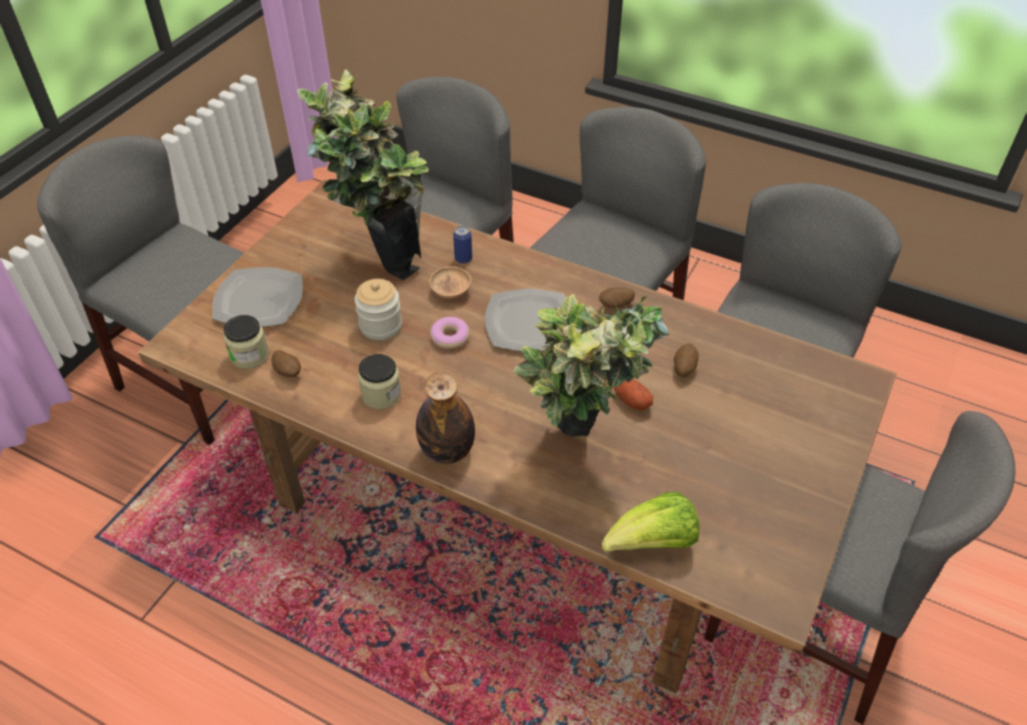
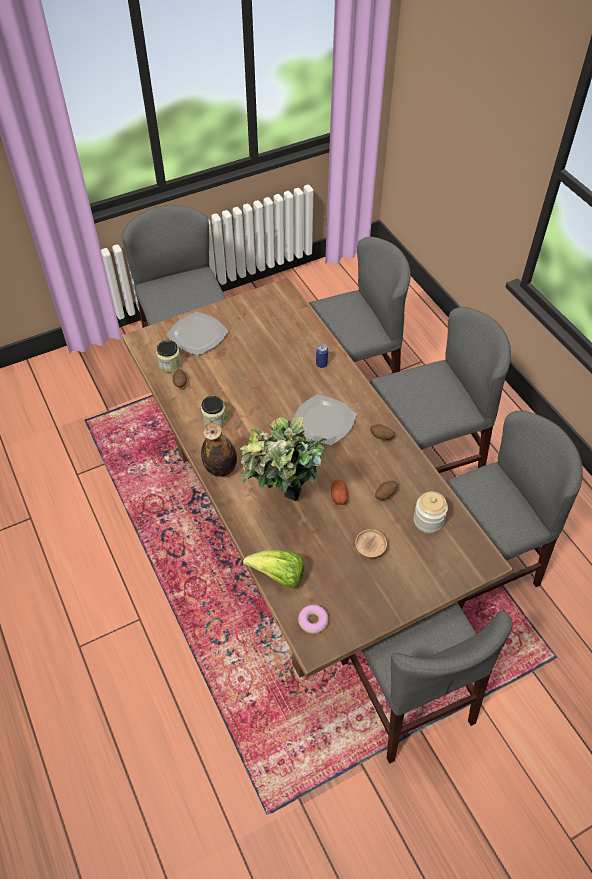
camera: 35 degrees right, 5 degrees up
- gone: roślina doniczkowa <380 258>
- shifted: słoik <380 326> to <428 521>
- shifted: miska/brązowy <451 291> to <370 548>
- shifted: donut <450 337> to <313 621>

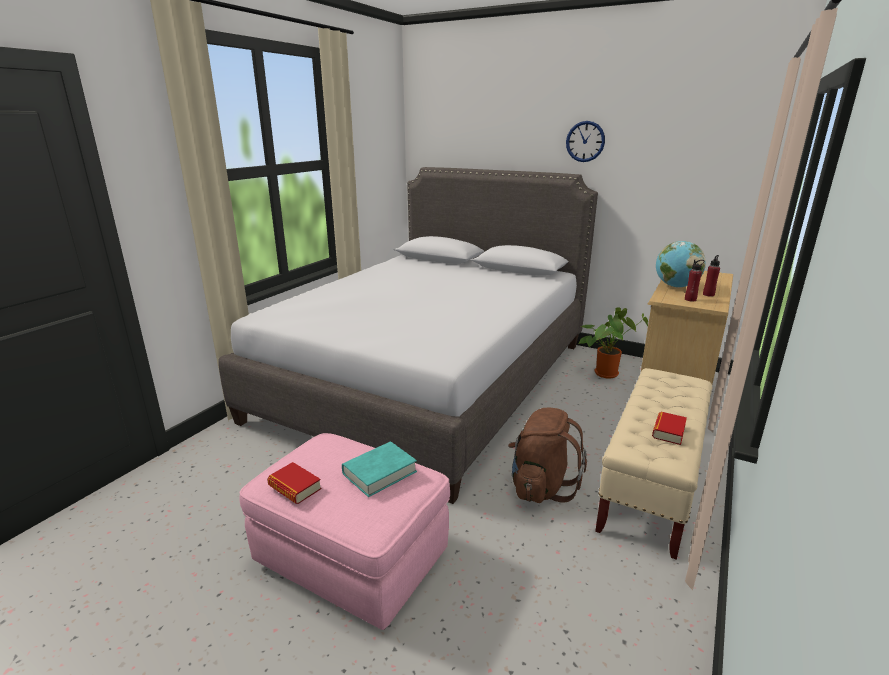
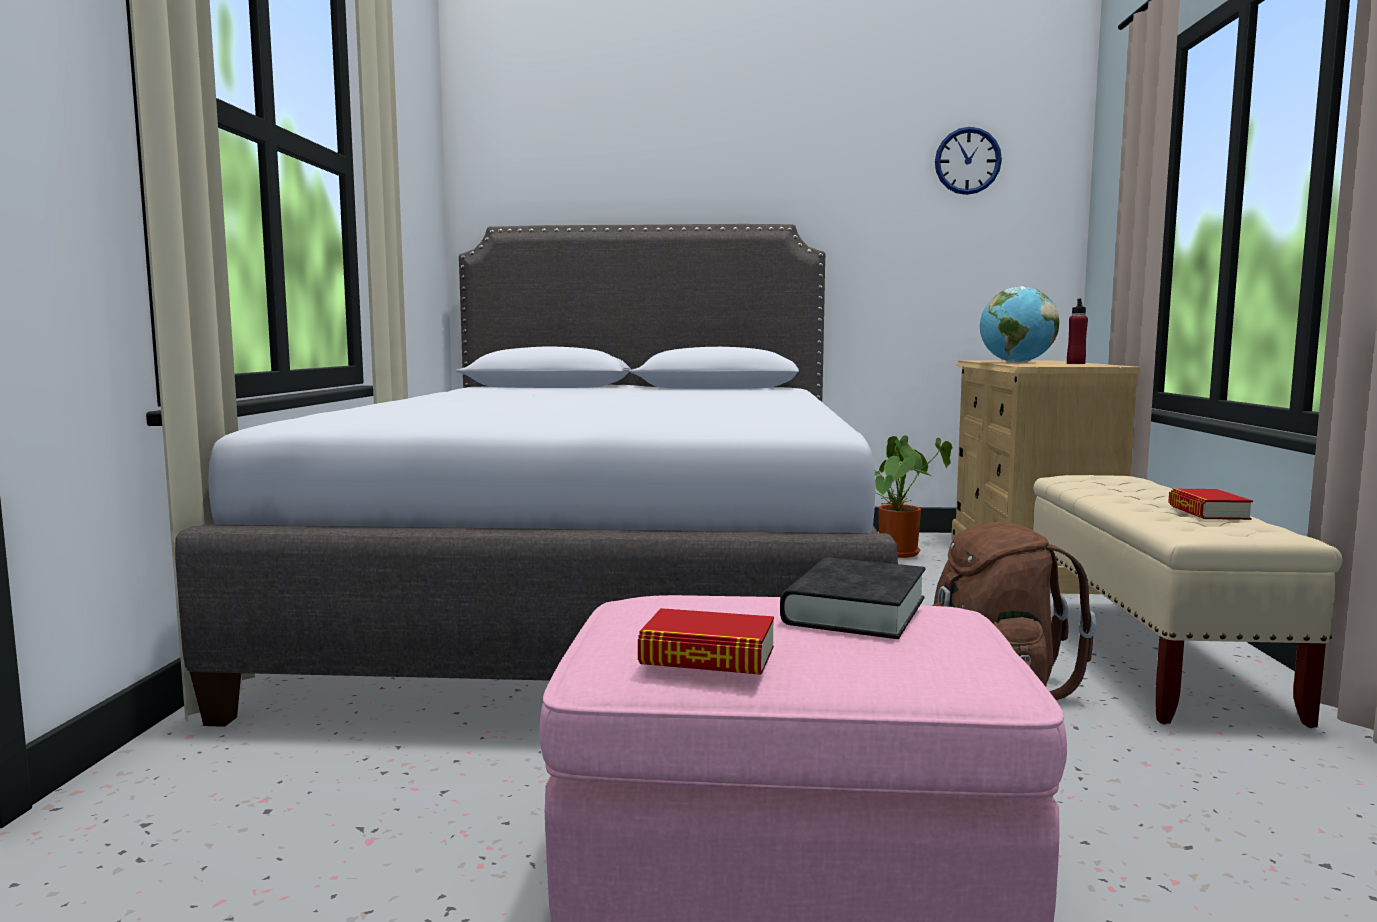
camera: 25 degrees left, 15 degrees down
- gone: butelka/czerwony <690 299>
- shifted: zegar ścienny <585 141> to <967 161>
- repainted: książka/turkusowy <379 473> to książka/czarny <855 611>

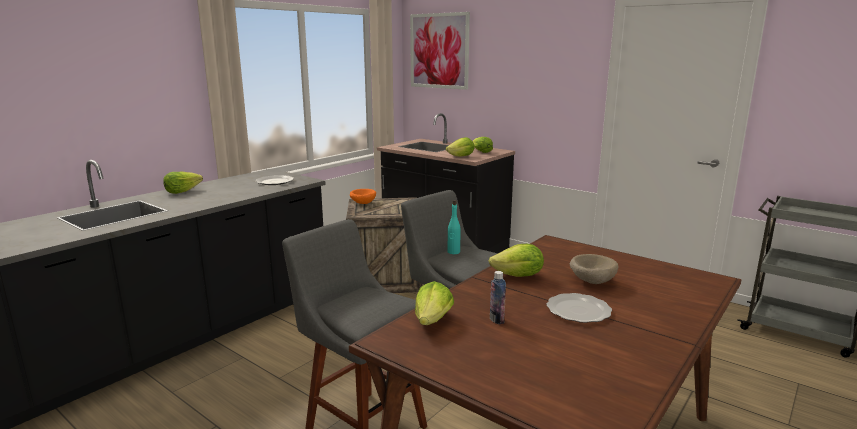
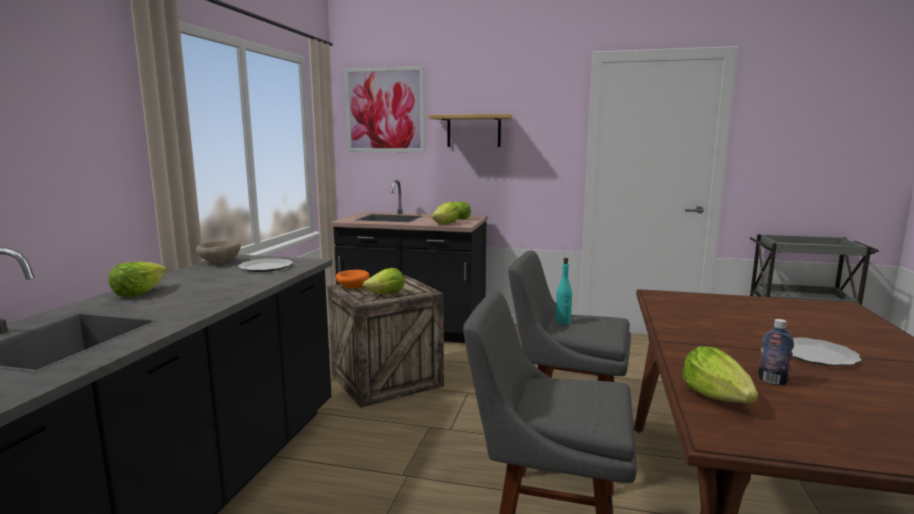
camera: 25 degrees left, 5 degrees down
- new: półka <473 131>
- shifted: sałata <518 276> to <386 294>
- shifted: miska/beżowy <591 281> to <218 262>

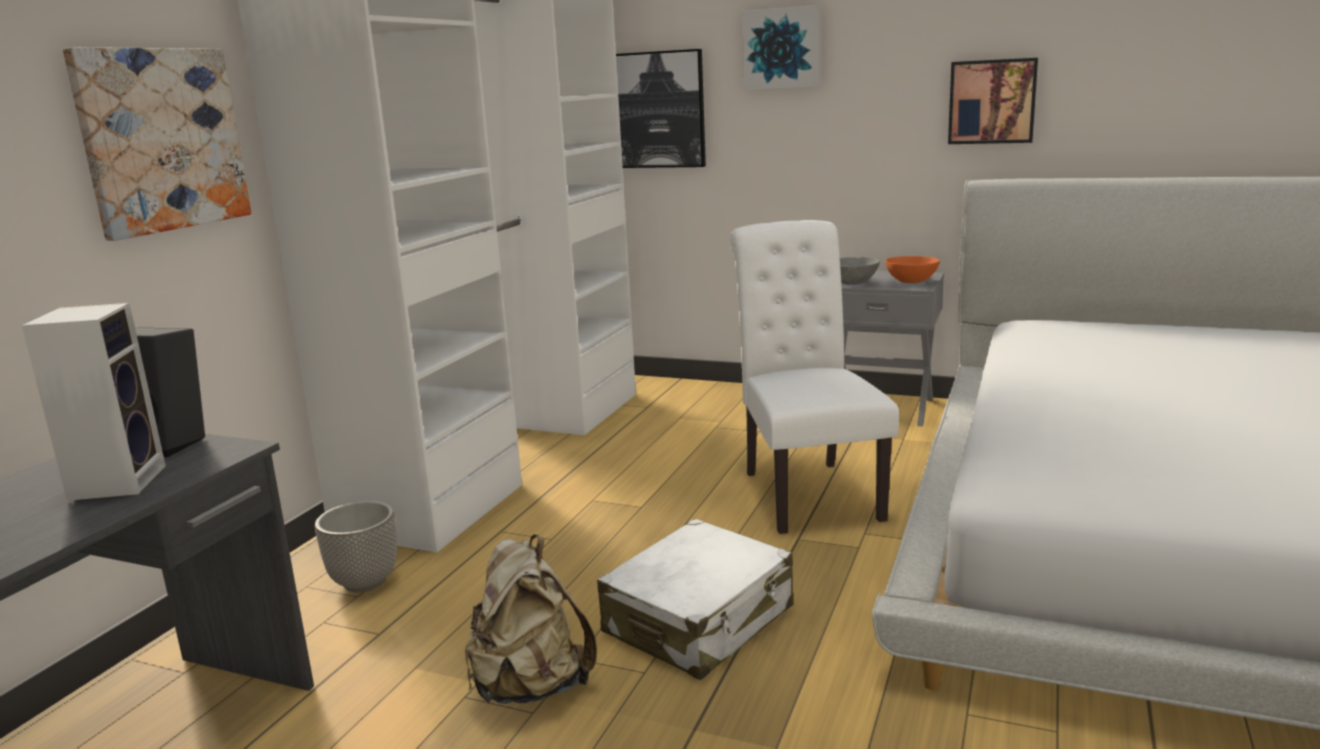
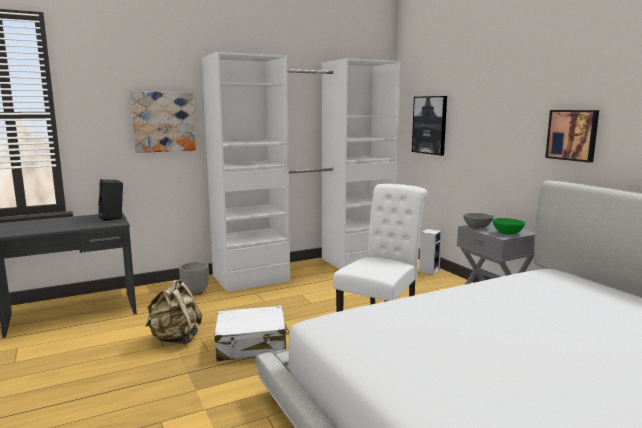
camera: 40 degrees right, 5 degrees down
- gone: obraz <782 48>
- shifted: głośnik <117 481> to <429 270>
- repainted: miska/pomarańczowy <911 281> to miska/zielony <507 233>

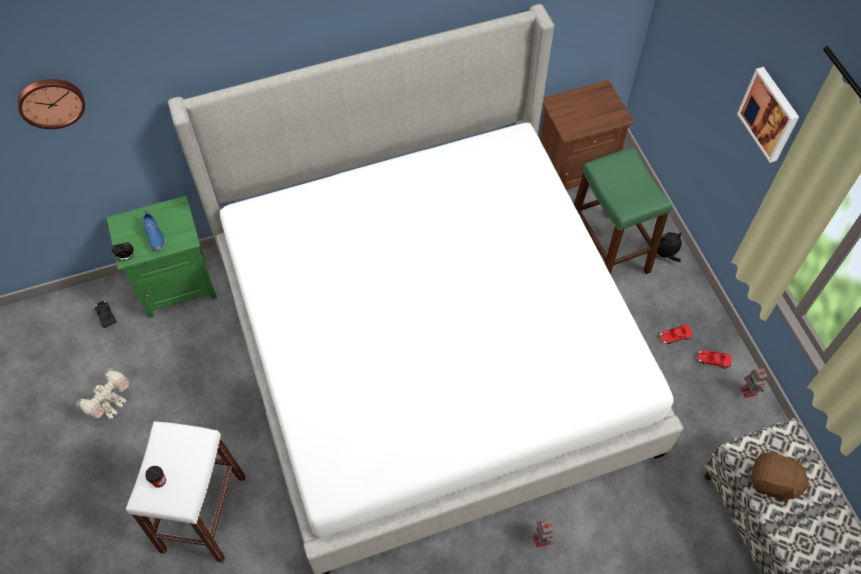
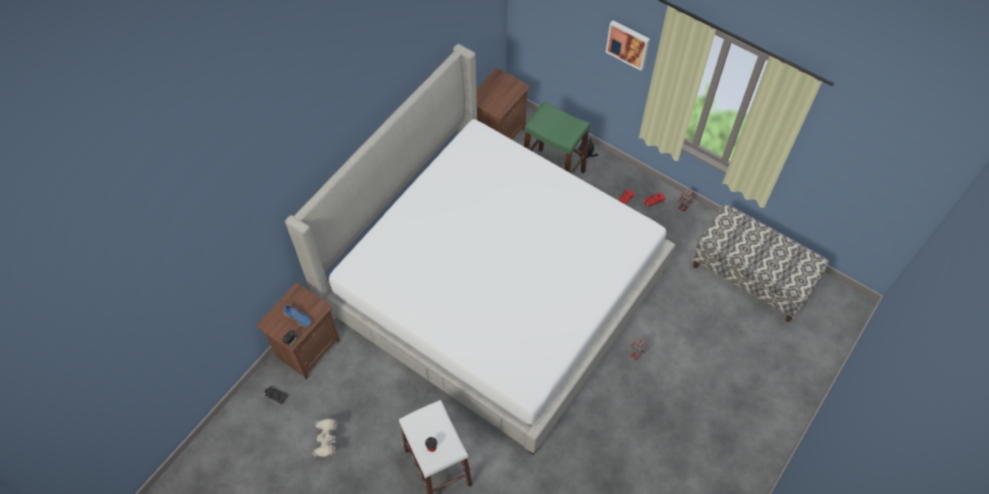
camera: 35 degrees left, 0 degrees up
- gone: zegar ścienny <51 101>
- gone: pluszak/brązowy <773 482>
- repainted: szafka nocna/zielony <177 285> to szafka nocna/brązowy <307 348>

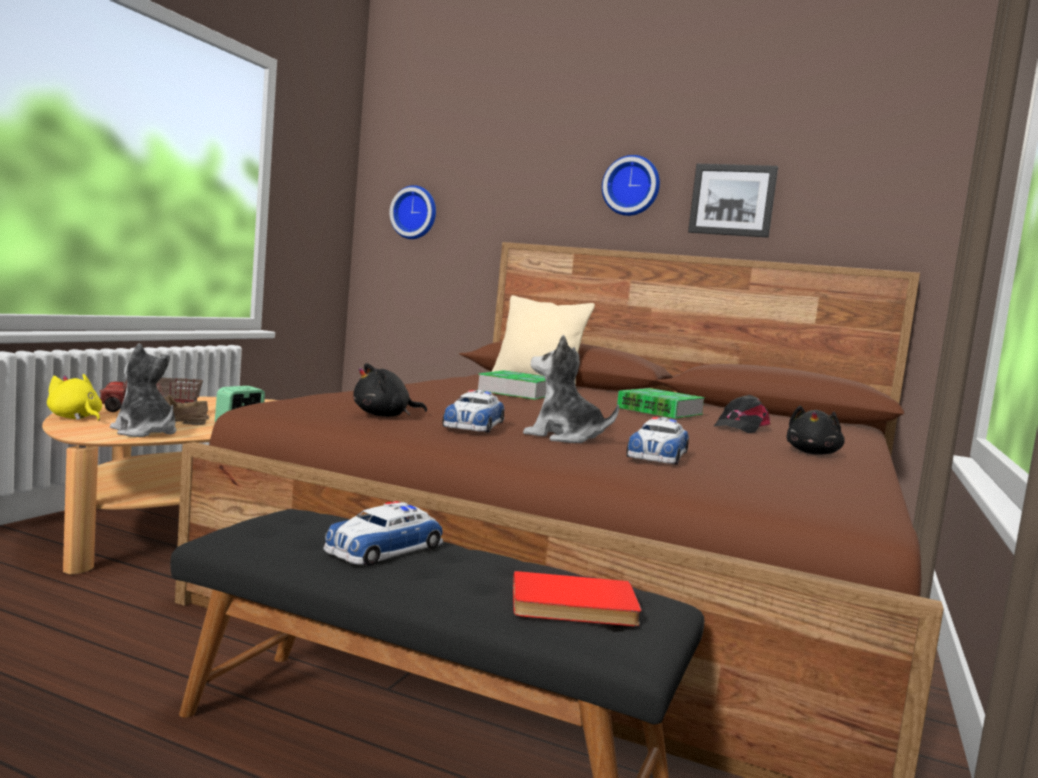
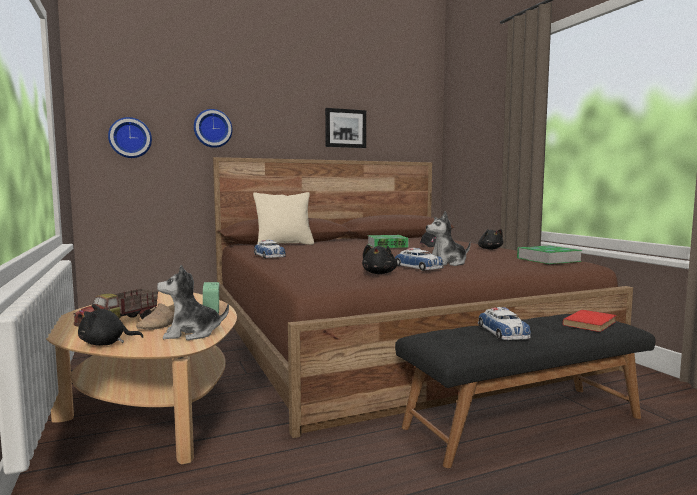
camera: 45 degrees left, 0 degrees up
- shifted: książka <518 392> to <548 259>
- shifted: zegar ścienny <631 186> to <212 128>
- shifted: samochodzik <657 455> to <269 255>
- repainted: pluszak/żółty <75 418> to pluszak/czarny <106 344>

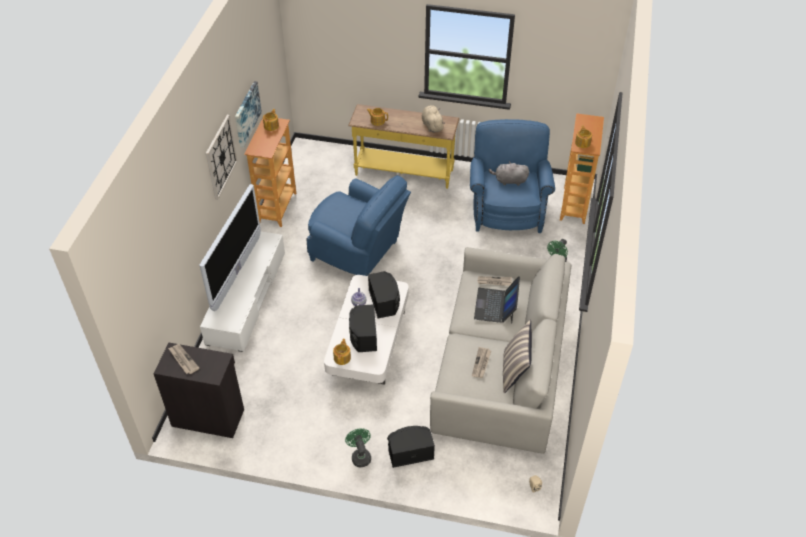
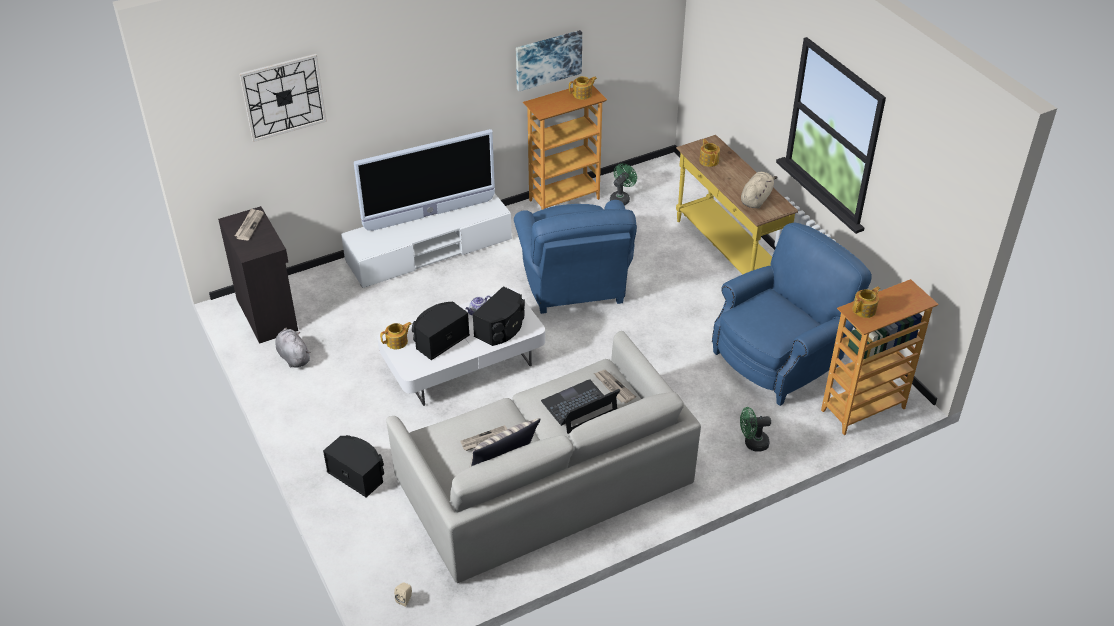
camera: 50 degrees right, 5 degrees down
- shifted: zegar ścienny <221 157> to <283 97>
- shifted: wentylator/zielony <360 456> to <621 198>
- shifted: pluszak/szary <509 181> to <293 356>

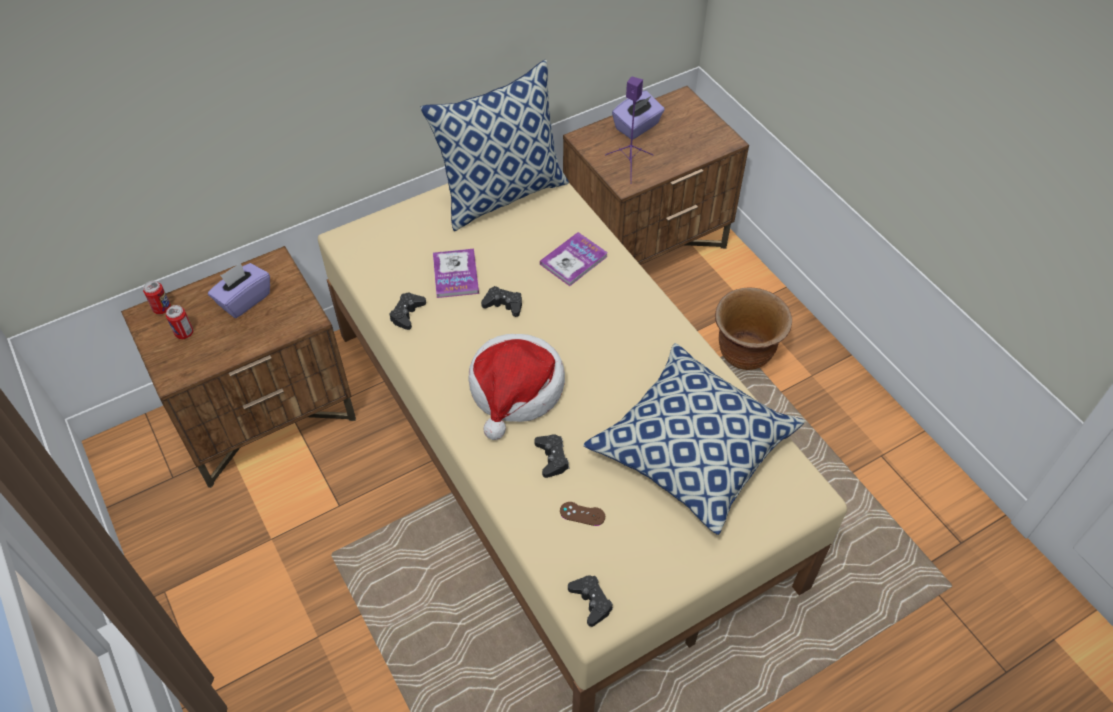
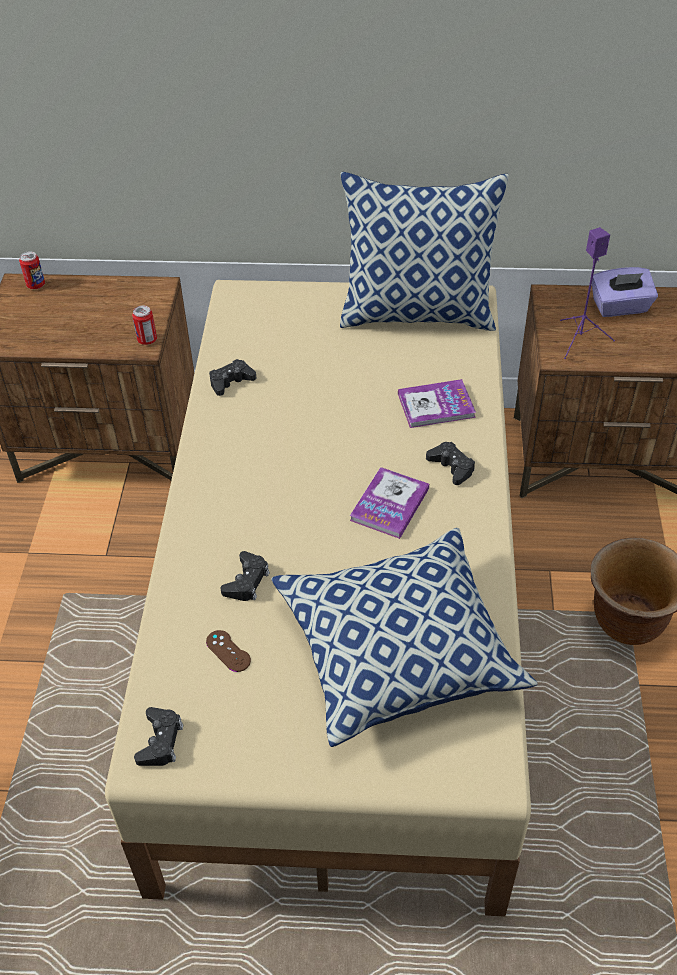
camera: 35 degrees right, 5 degrees down
- gone: pudełko chusteczek/fioletowy <244 300>
- gone: kapelusz <516 390>
- shifted: puszka <184 333> to <147 340>
- shifted: książka <455 274> to <389 504>
- shifted: pad do gier/czarny <503 305> to <451 467>

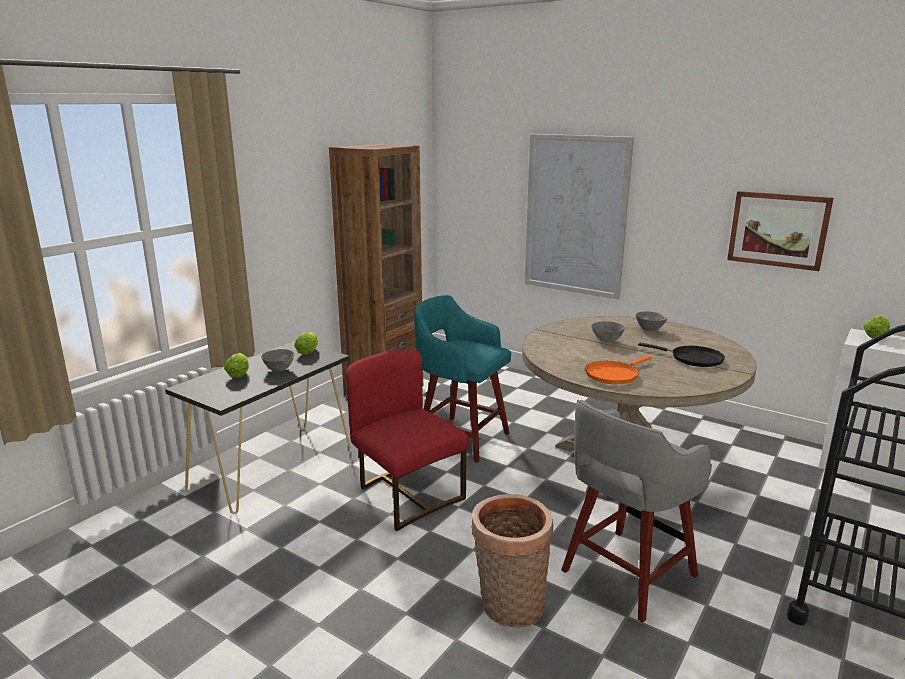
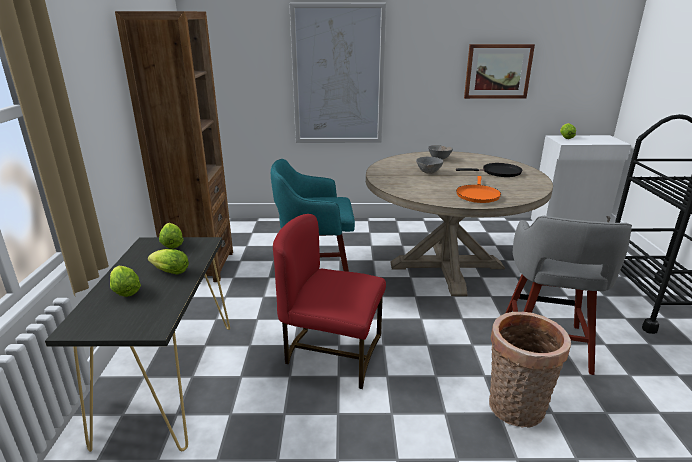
camera: 35 degrees left, 5 degrees up
- swapped: miska/szary <279 370> to sałata <168 272>

